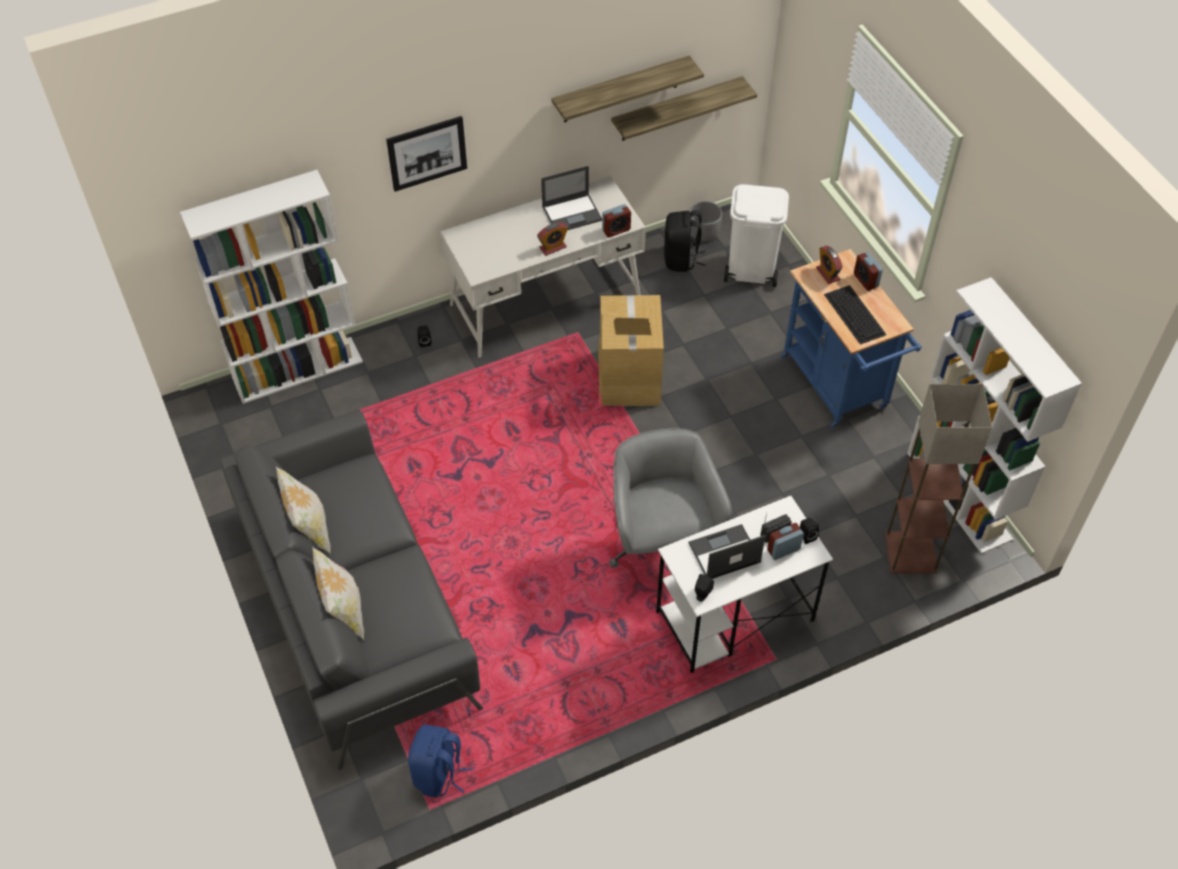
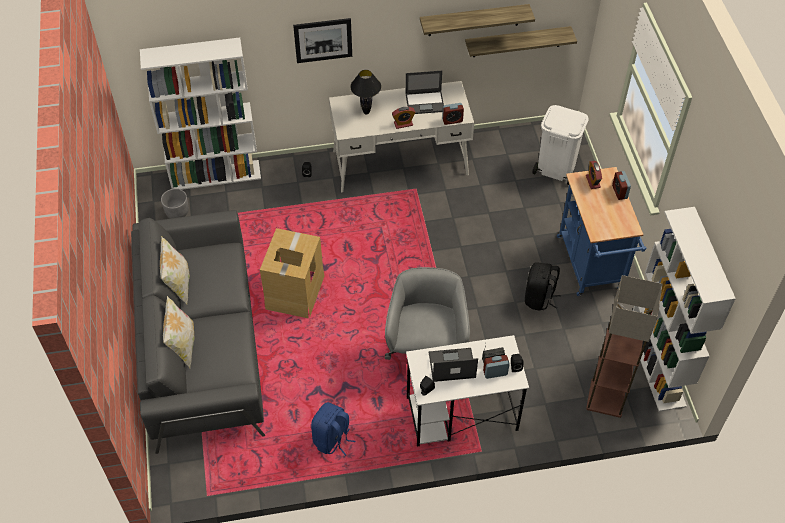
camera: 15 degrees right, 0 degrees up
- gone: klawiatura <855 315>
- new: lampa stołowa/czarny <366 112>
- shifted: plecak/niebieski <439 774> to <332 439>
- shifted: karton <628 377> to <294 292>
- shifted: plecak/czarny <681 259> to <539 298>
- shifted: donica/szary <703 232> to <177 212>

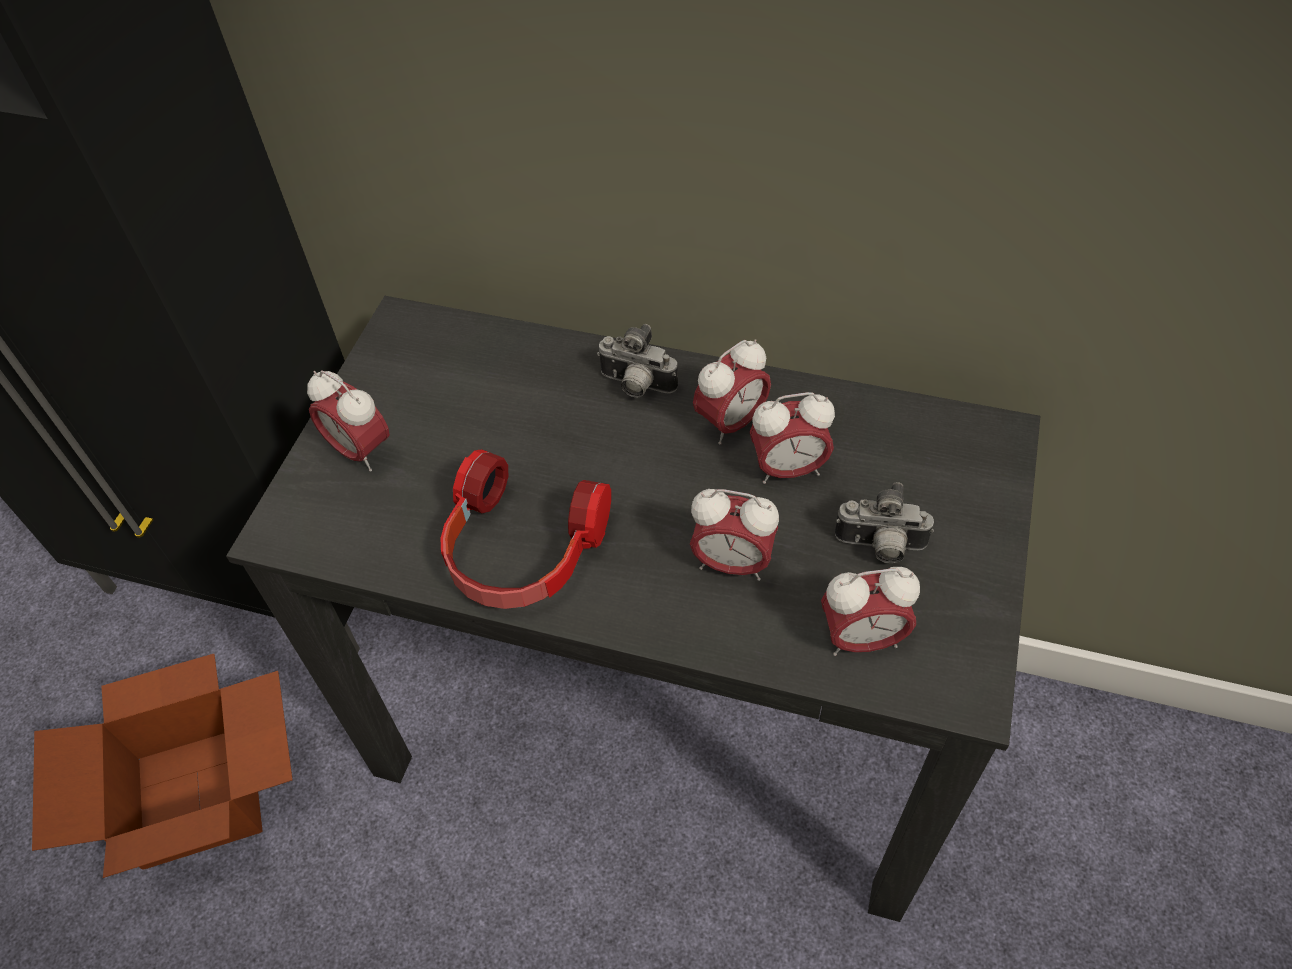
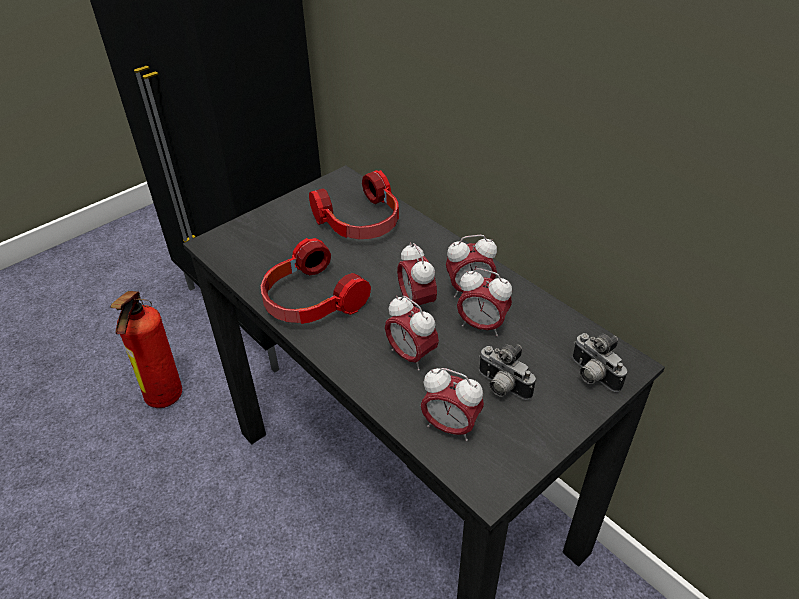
camera: 30 degrees right, 10 degrees down
- new: słuchawki <361 223>
- shifted: budzik <360 451> to <416 303>
- shifted: aparat fotograficzny <636 386> to <591 376>
- swapped: karton <203 796> to gaśnica <162 400>

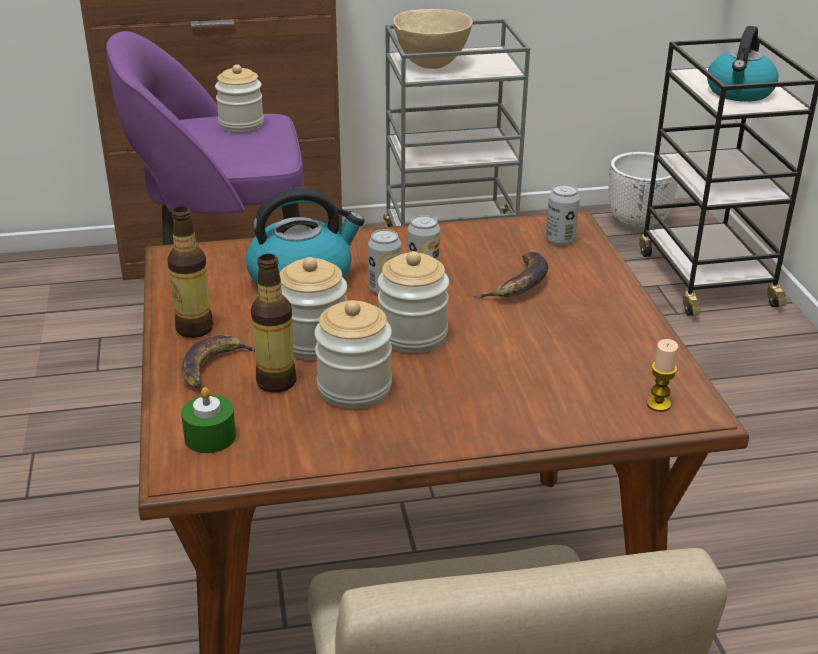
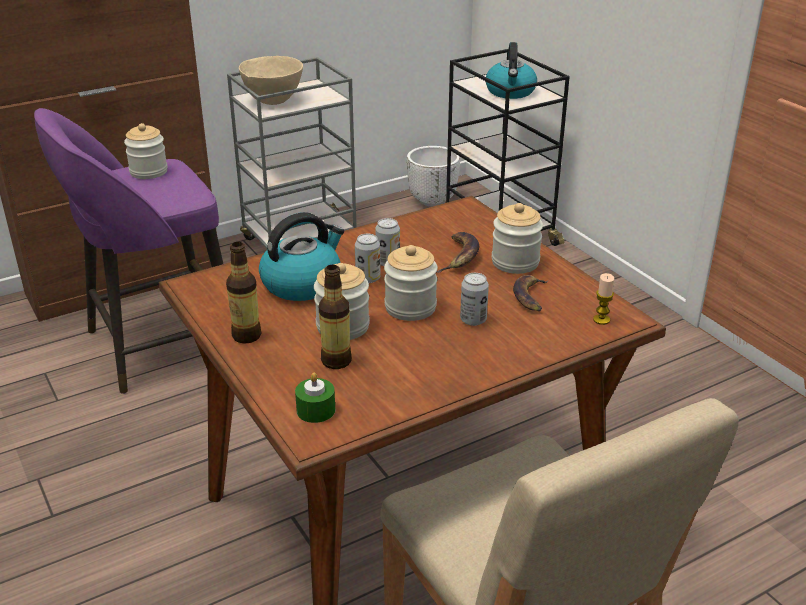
camera: 20 degrees left, 0 degrees up
- shifted: banan <213 366> to <530 297>
- shifted: słoik <354 388> to <515 262>
- shifted: puszka <560 239> to <473 320>

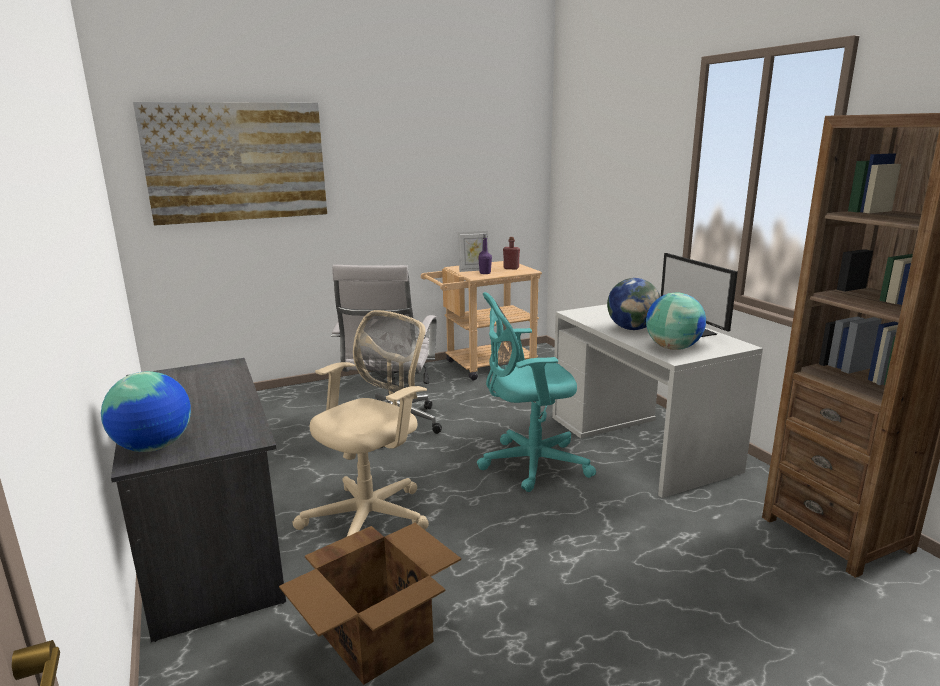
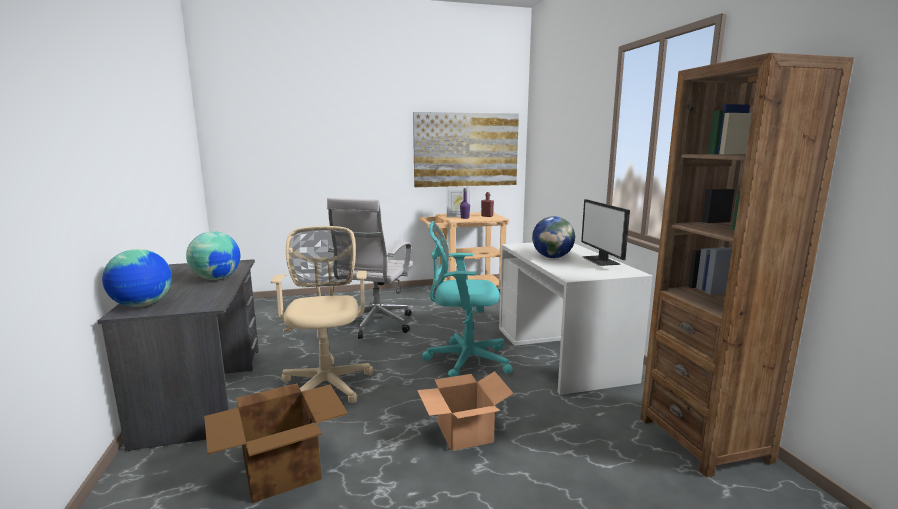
camera: 10 degrees right, 5 degrees down
- new: karton <465 433>
- shifted: obraz <237 162> to <466 150>
- shifted: globus <672 348> to <216 278>
- rotated: krzesło biurowe/beżowy <372 515> = <327 383> 60 degrees counterclockwise

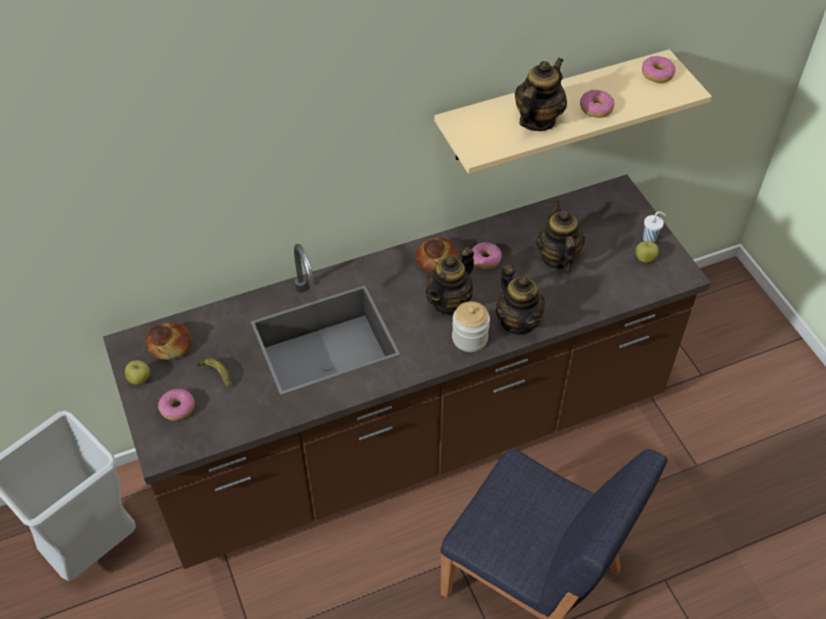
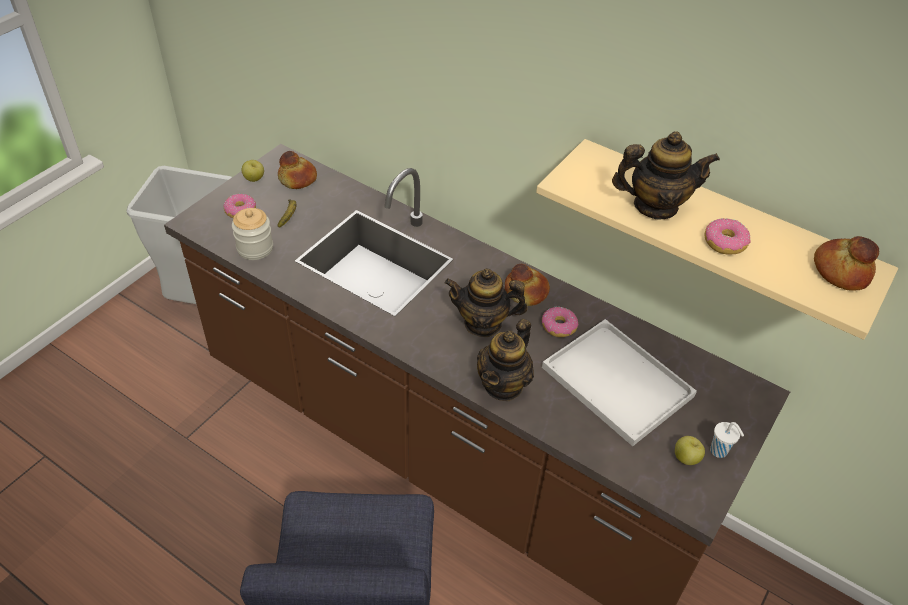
camera: 55 degrees right, 5 degrees down
- shifted: słoik <469 338> to <255 248>
- swapped: imbryk <557 257> to taca/biały <614 381>
- swapped: donut <657 74> to chleb <841 271>

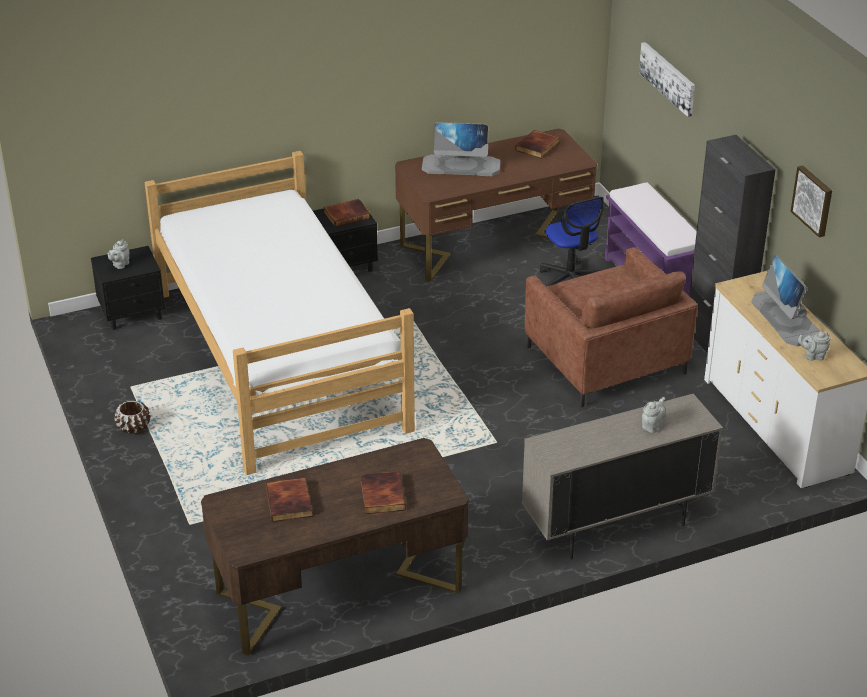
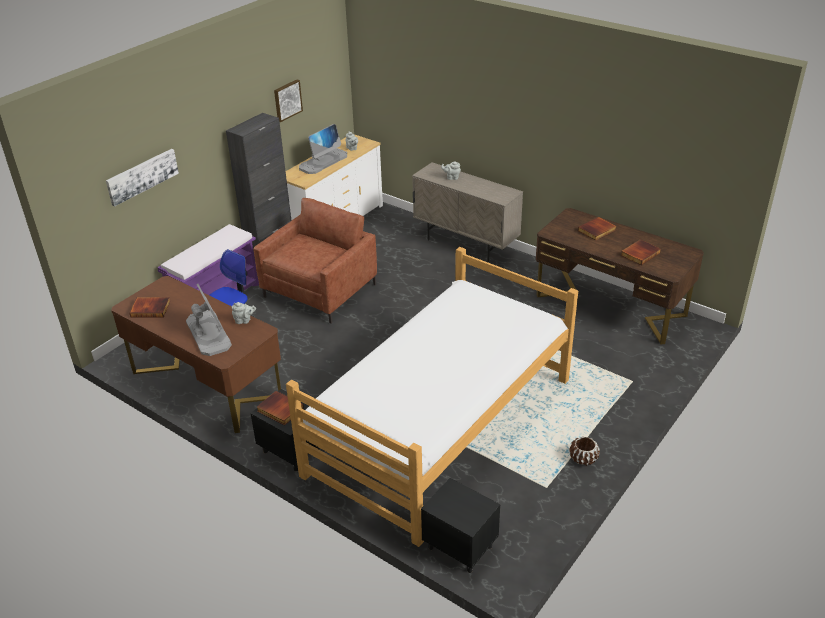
camera: 120 degrees left, 0 degrees up
- shifted: imbryk/szary <120 265> to <244 321>

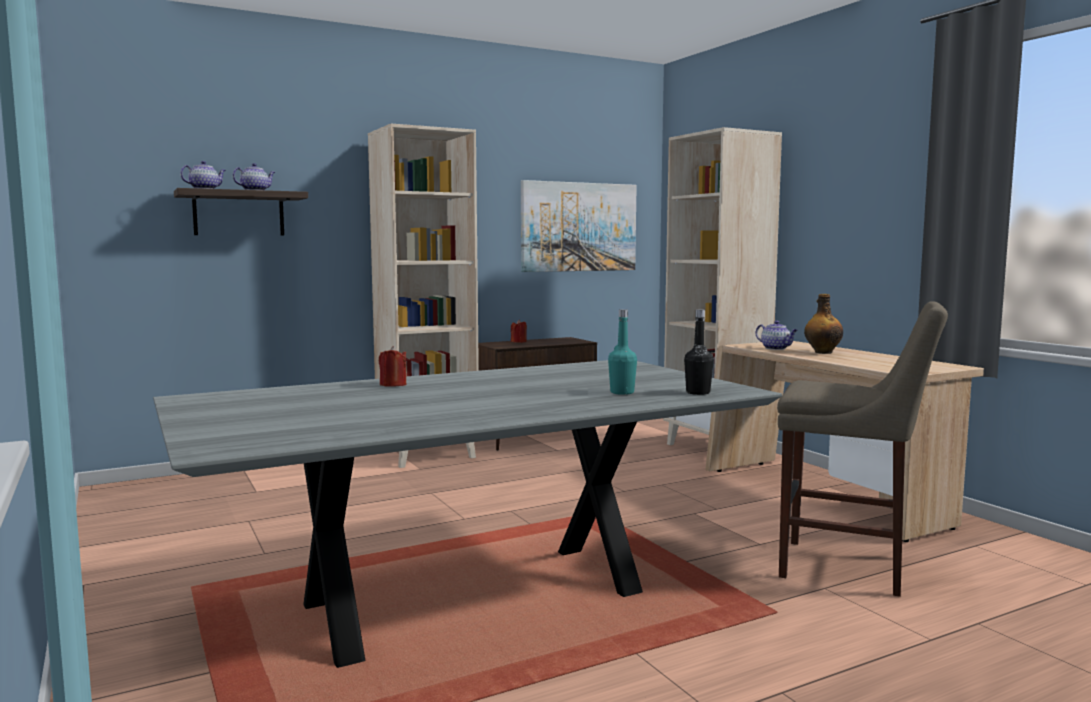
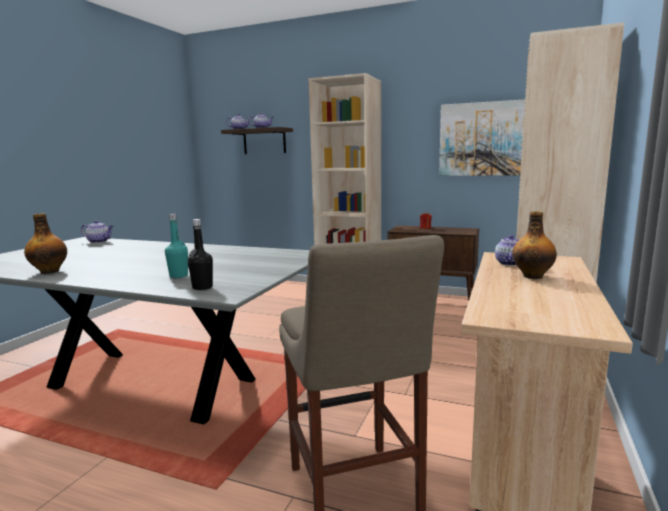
camera: 50 degrees right, 5 degrees up
- gone: świeca/czerwony <393 384>
- new: butelka <50 271>
- new: imbryk <99 241>

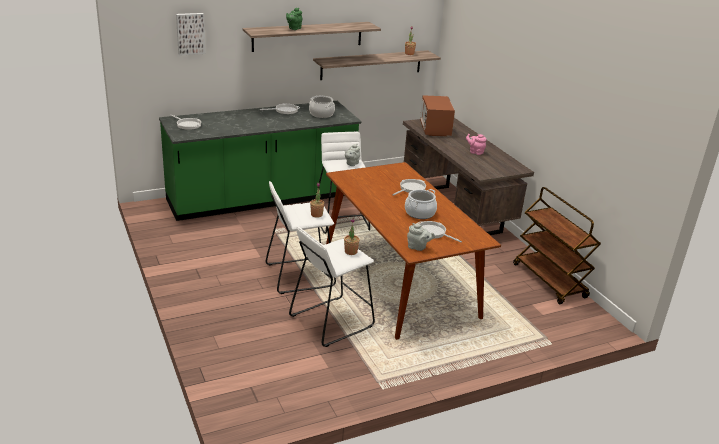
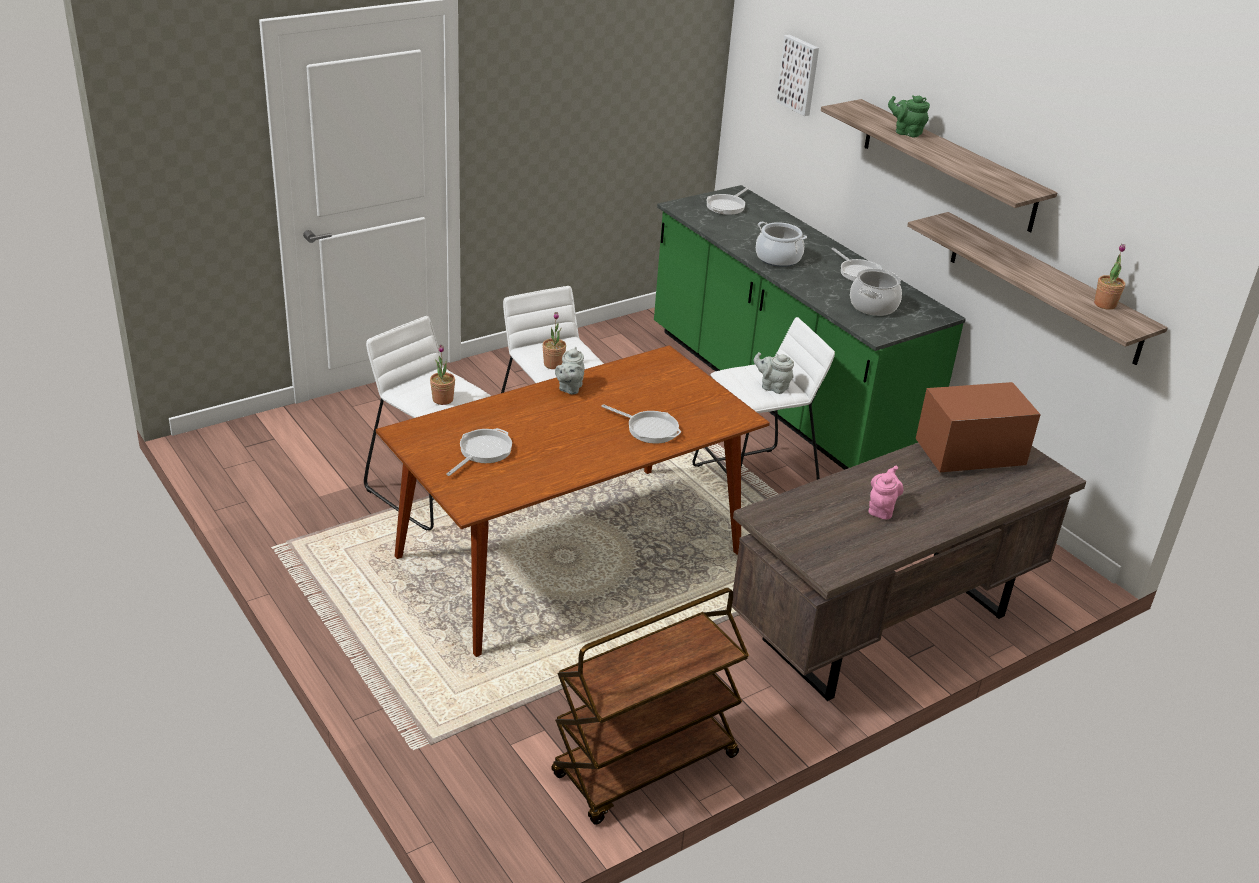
camera: 80 degrees right, 5 degrees up
- shifted: garnek <419 213> to <778 258>
- shifted: imbryk/szary <418 247> to <569 388>

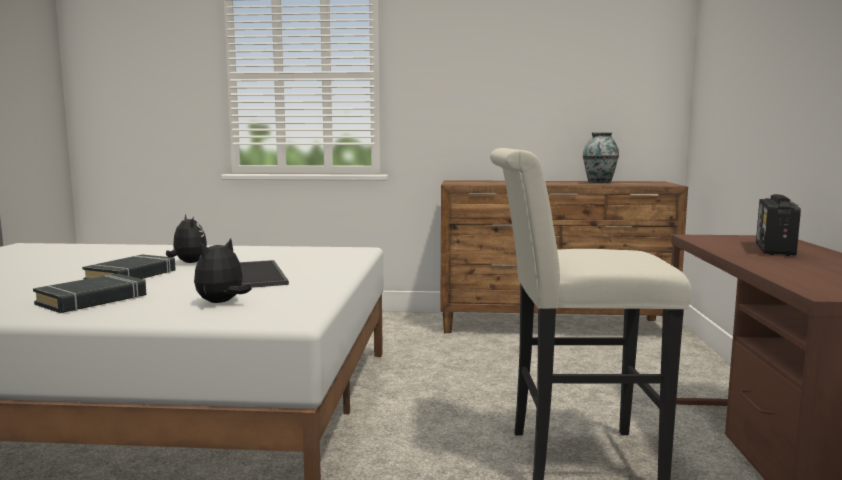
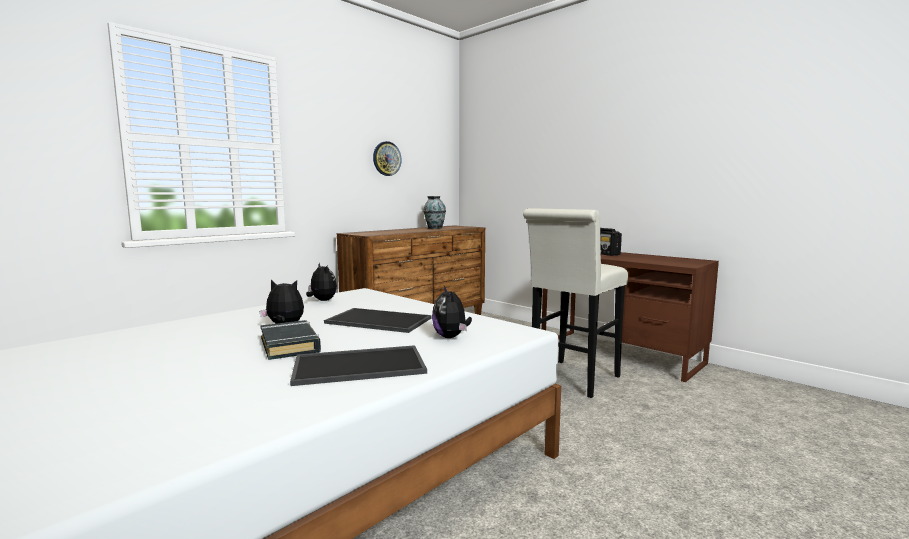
camera: 50 degrees left, 0 degrees up
- new: pluszak <322 300>
- new: zegar ścienny <386 158>
- swapped: książka/czarny <92 300> to taca <360 365>

